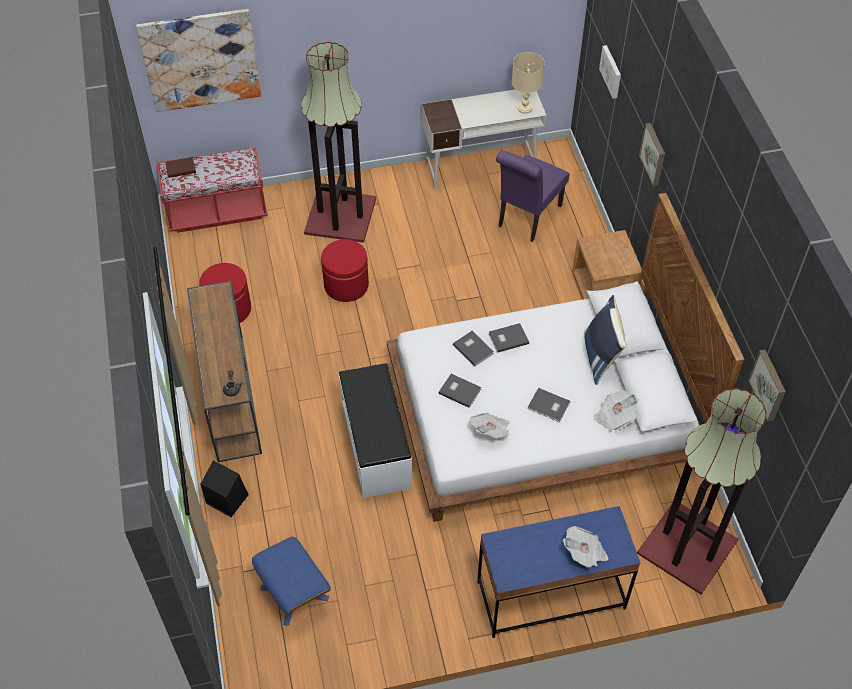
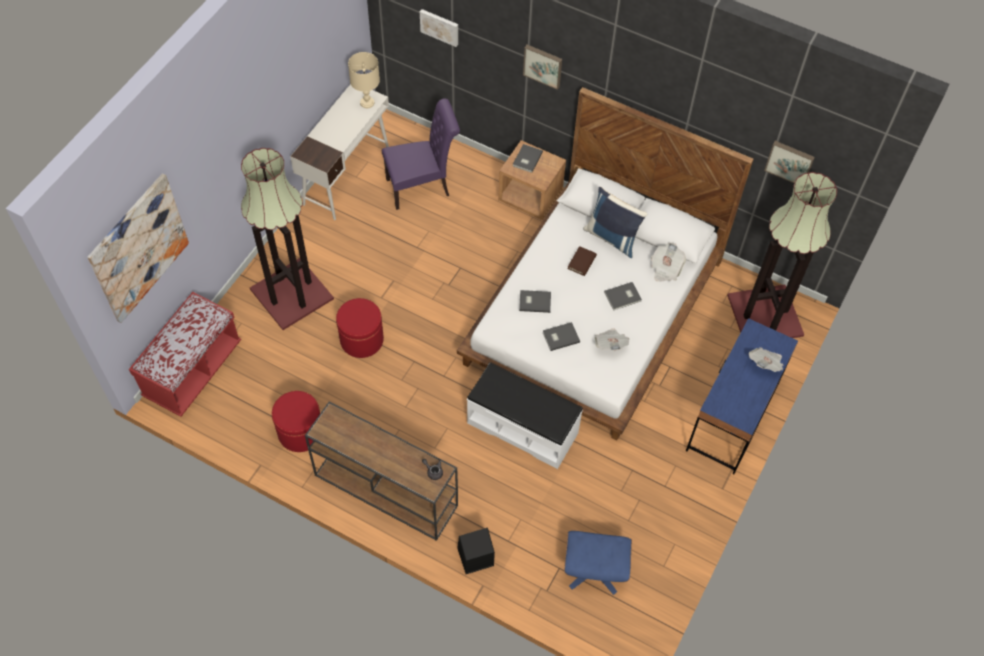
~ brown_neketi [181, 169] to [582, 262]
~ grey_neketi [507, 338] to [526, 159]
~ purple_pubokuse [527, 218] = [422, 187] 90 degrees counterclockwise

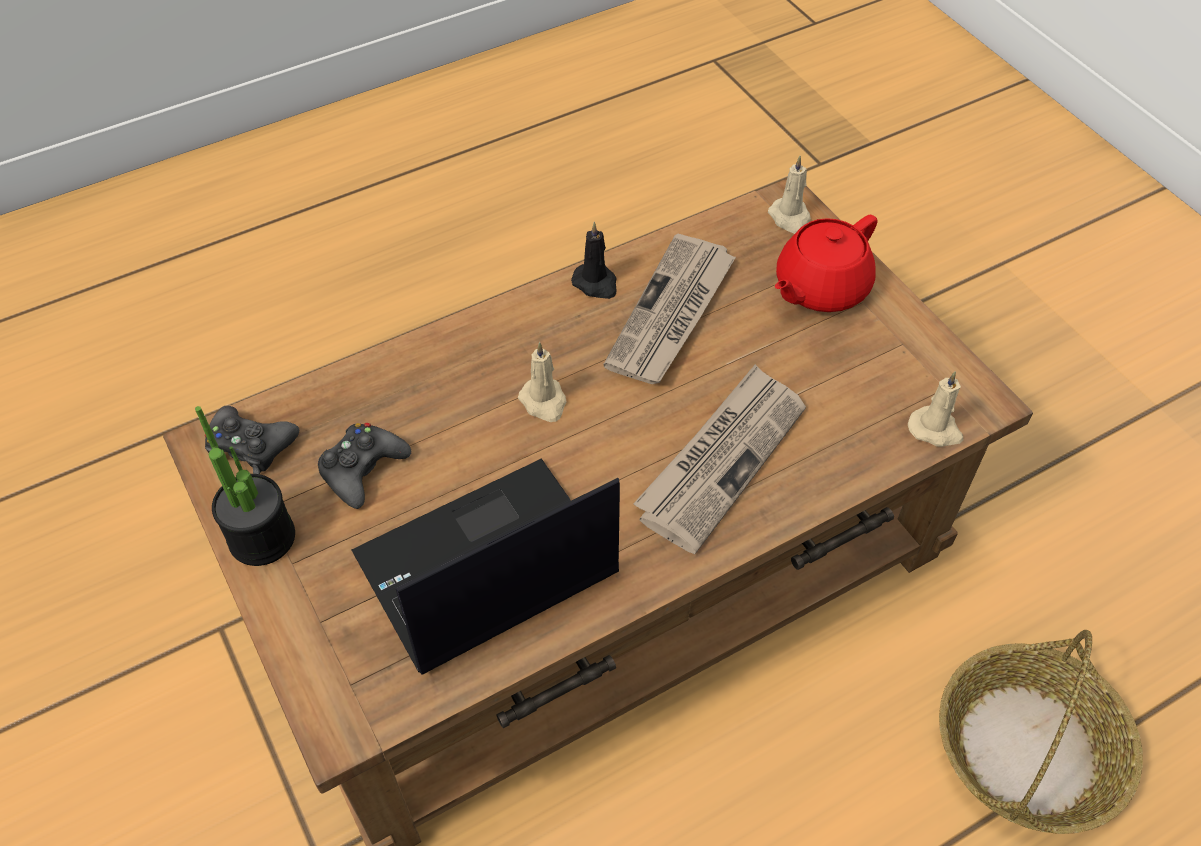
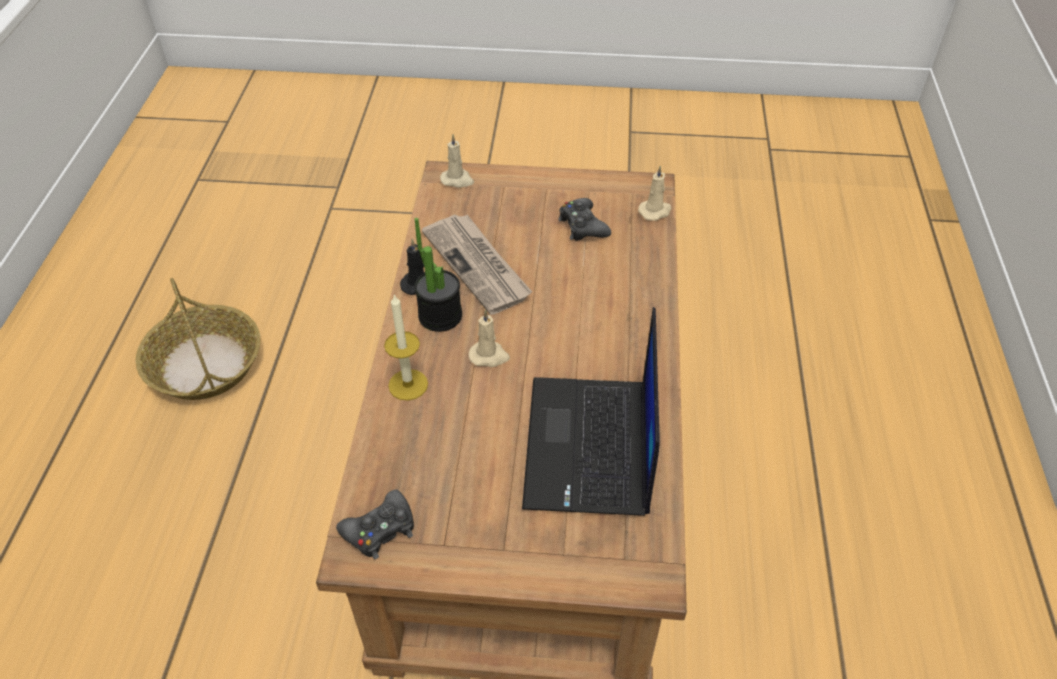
~ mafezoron [262, 538] to [440, 316]
~ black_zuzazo [362, 469] to [582, 226]
- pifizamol [721, 459]
- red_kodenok [820, 288]
~ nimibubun [1028, 750] to [205, 365]
+ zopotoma [408, 384]

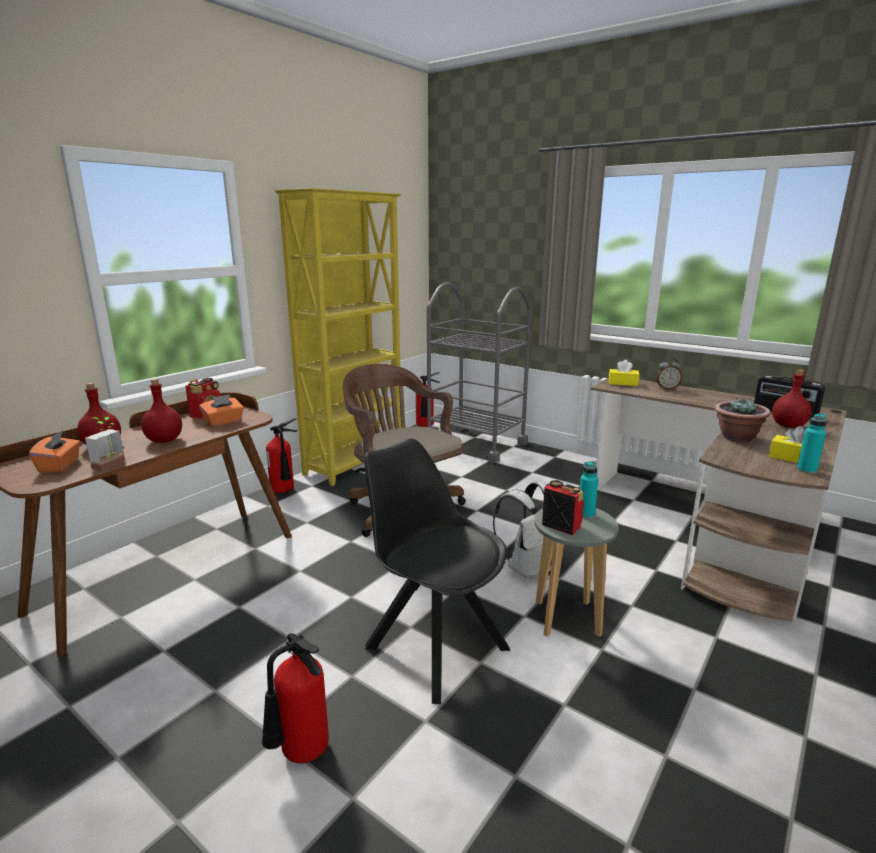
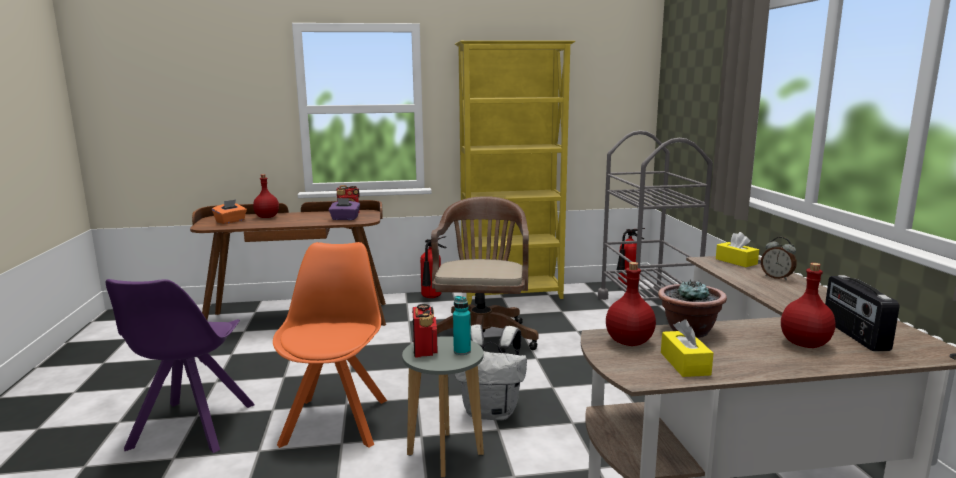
- mafezoron [113, 465]
~ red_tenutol [164, 440] to [628, 342]
~ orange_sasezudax [223, 422] to purple_sasezudax [345, 218]
~ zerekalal [301, 755] to purple_pubokuse [191, 428]
~ black_pubokuse [434, 646] to orange_pubokuse [337, 420]
- turquoise_tenutol [806, 470]

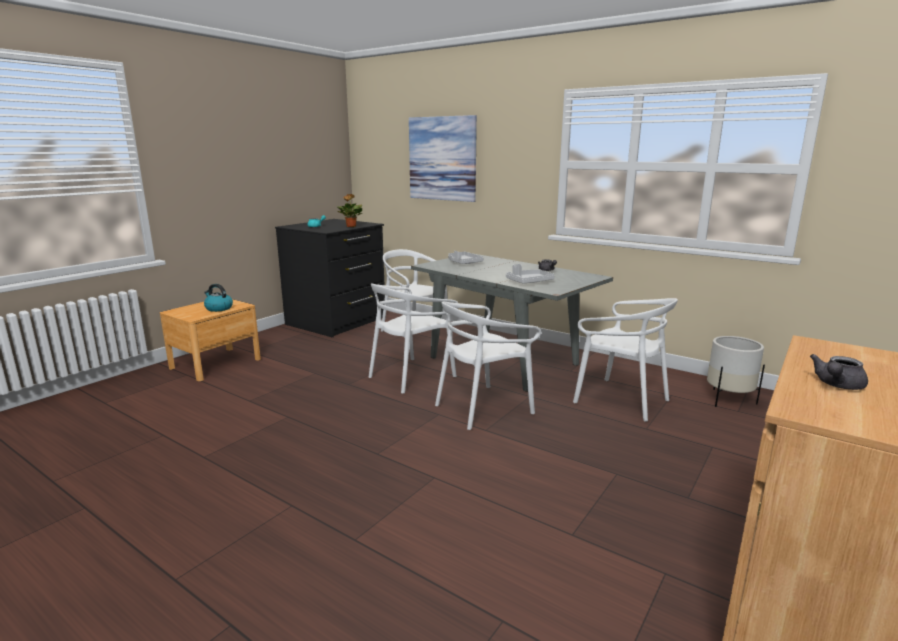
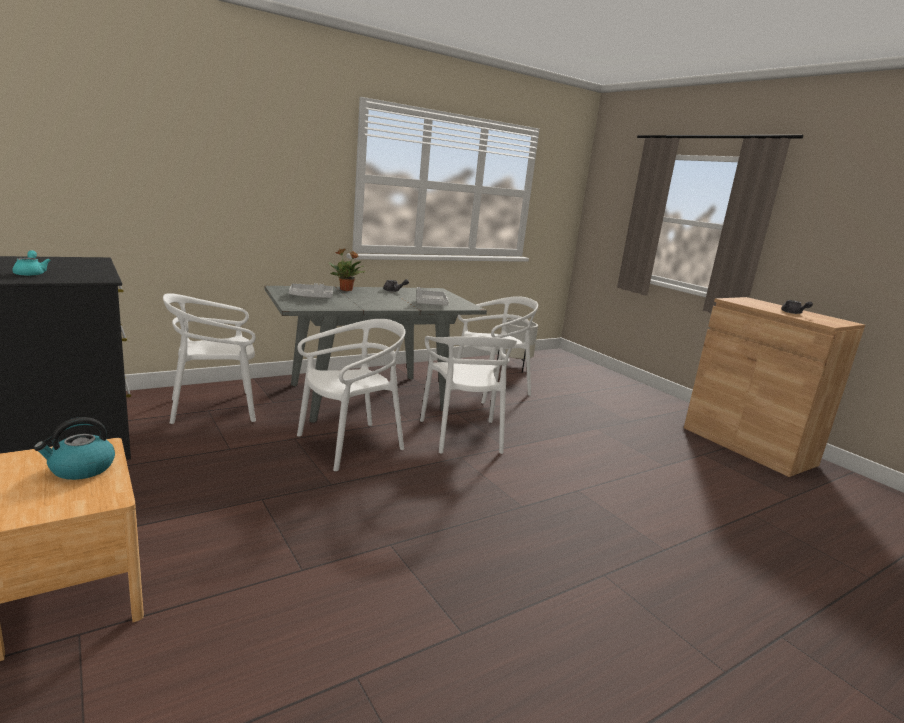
~ mafezoron [351, 226] to [346, 290]
~ white_pubokuse [411, 375] = [350, 445] 105 degrees counterclockwise
- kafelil [442, 159]

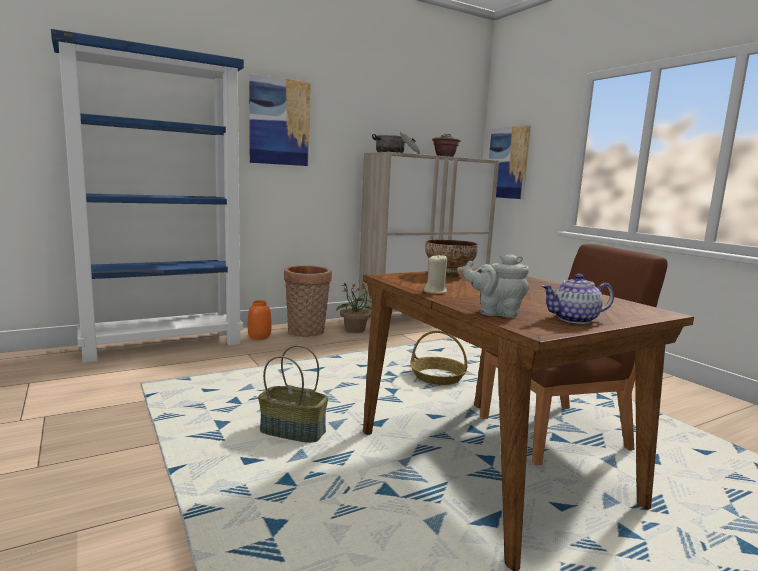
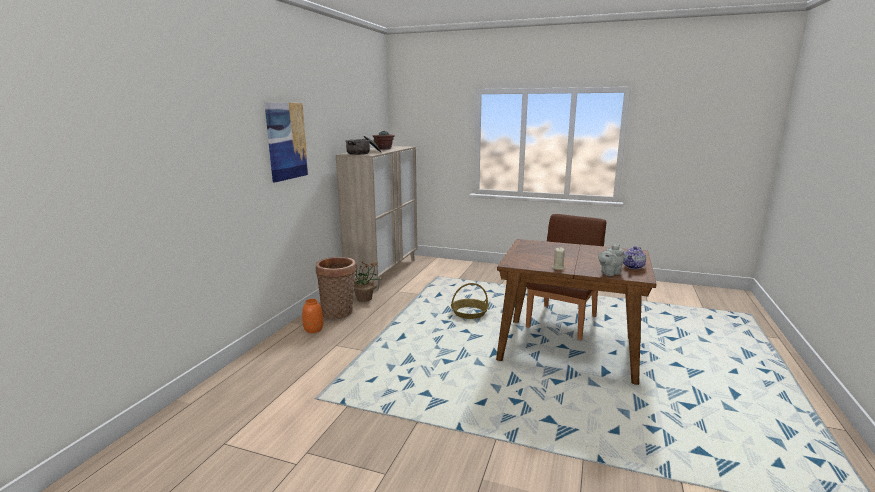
- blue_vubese [165, 345]
- nimibubun [293, 431]
- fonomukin [449, 274]
- kafelil [508, 163]

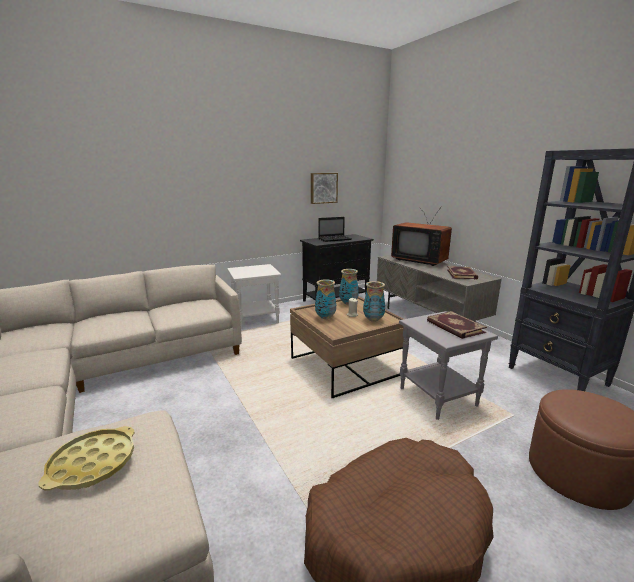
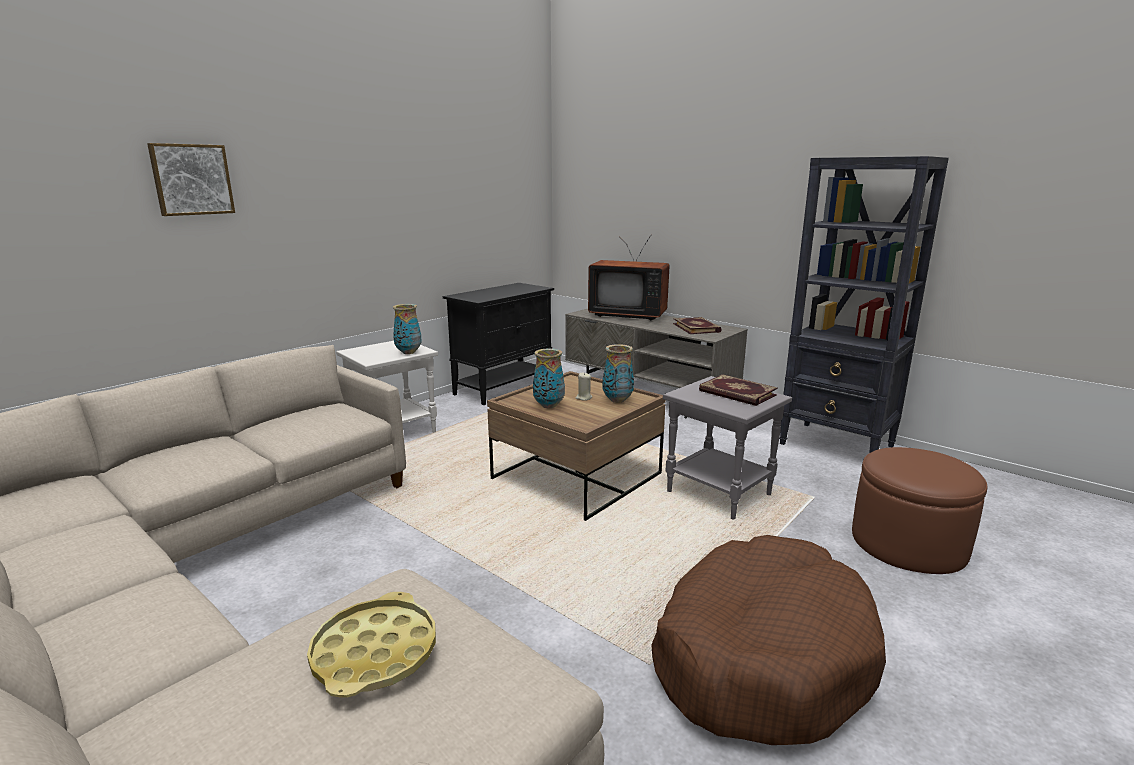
~ kafelil [323, 188] to [191, 179]
- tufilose [335, 239]
~ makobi [348, 303] to [408, 352]

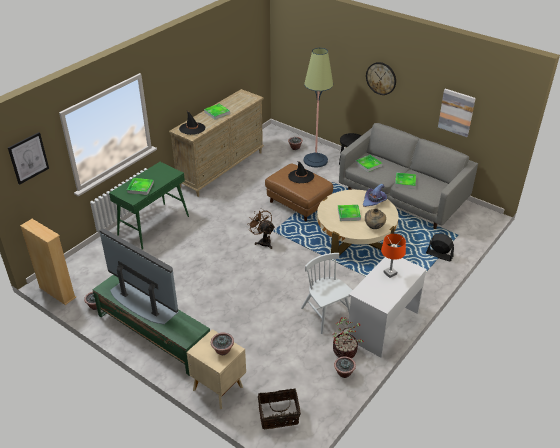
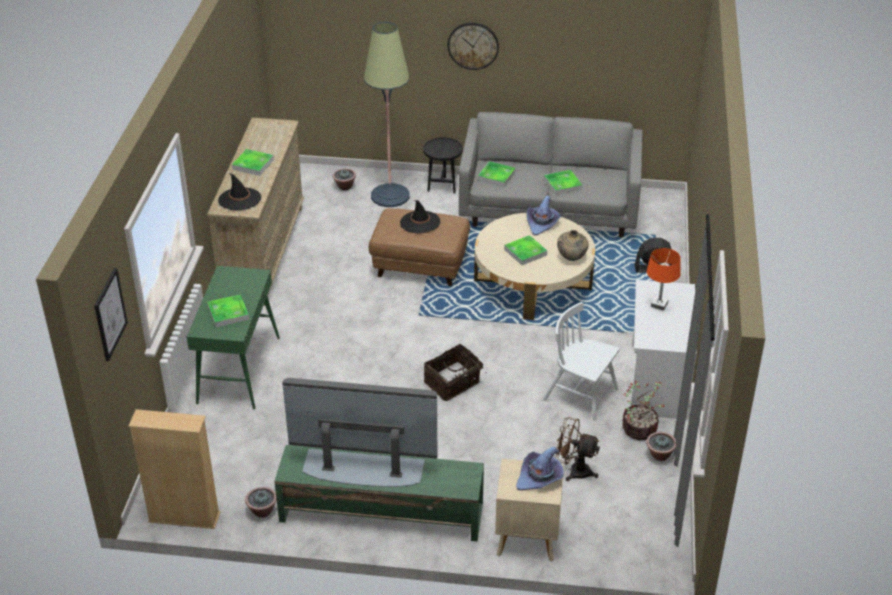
~ mafezoron [223, 351] to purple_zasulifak [540, 477]
~ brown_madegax [263, 241] to [574, 470]
~ nimibubun [279, 416] to [453, 383]
- kafelil [456, 112]

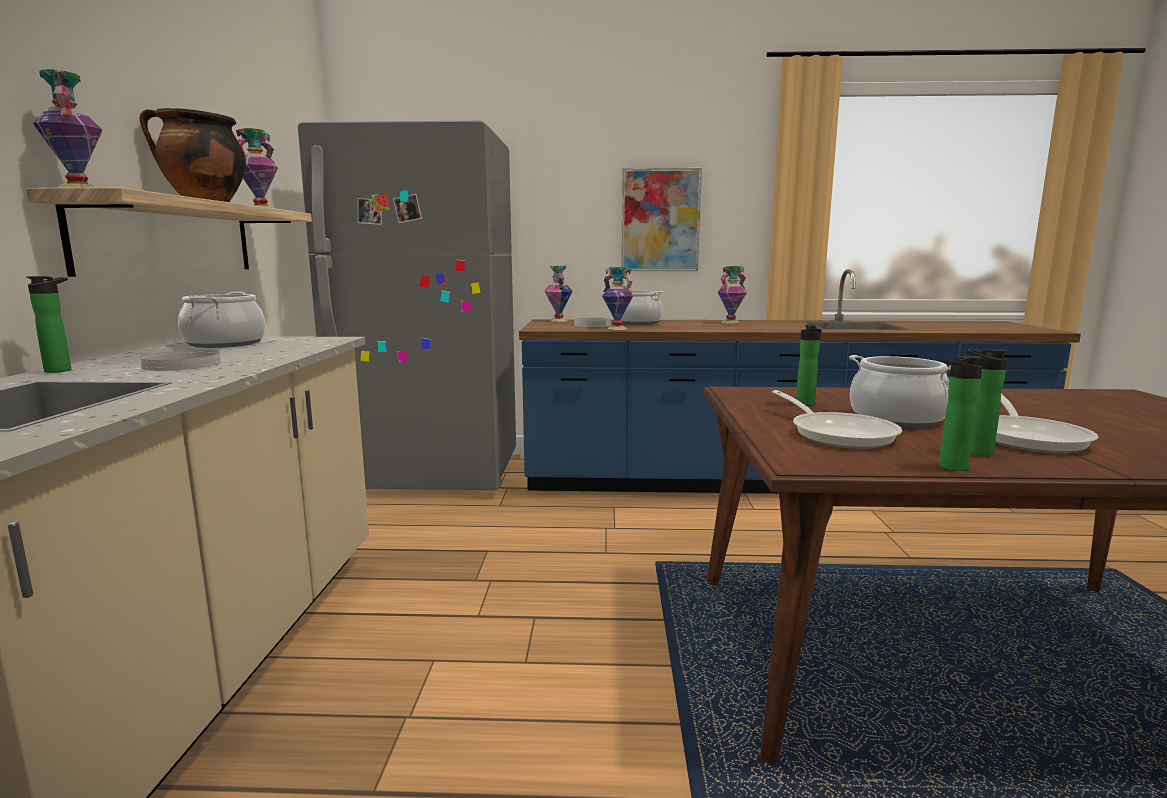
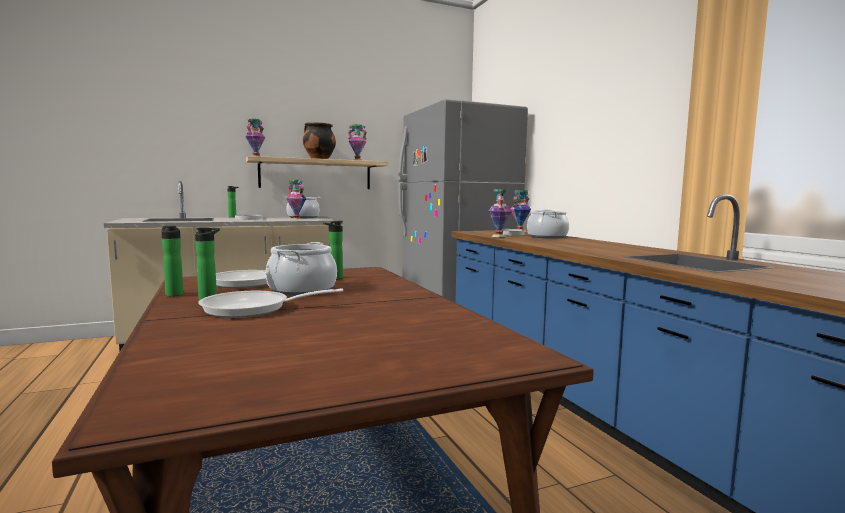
- kafelil [660, 220]
~ makobi [730, 322] to [297, 220]

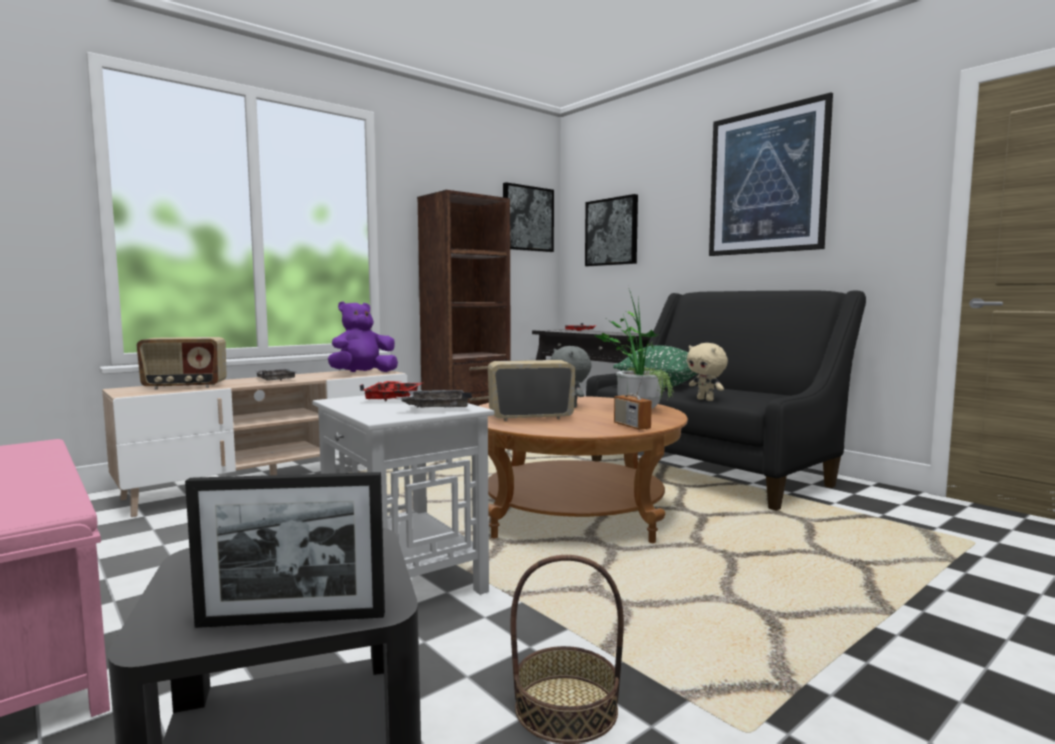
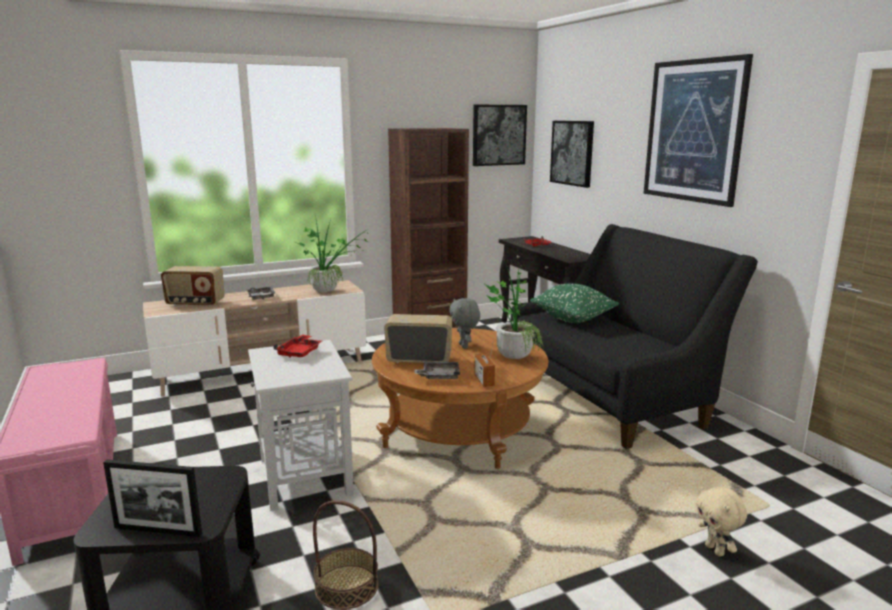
~ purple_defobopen [362, 373] to mafezoron [330, 290]
~ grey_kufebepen [436, 408] to [439, 376]
~ beige_defobopen [706, 399] to [715, 550]

